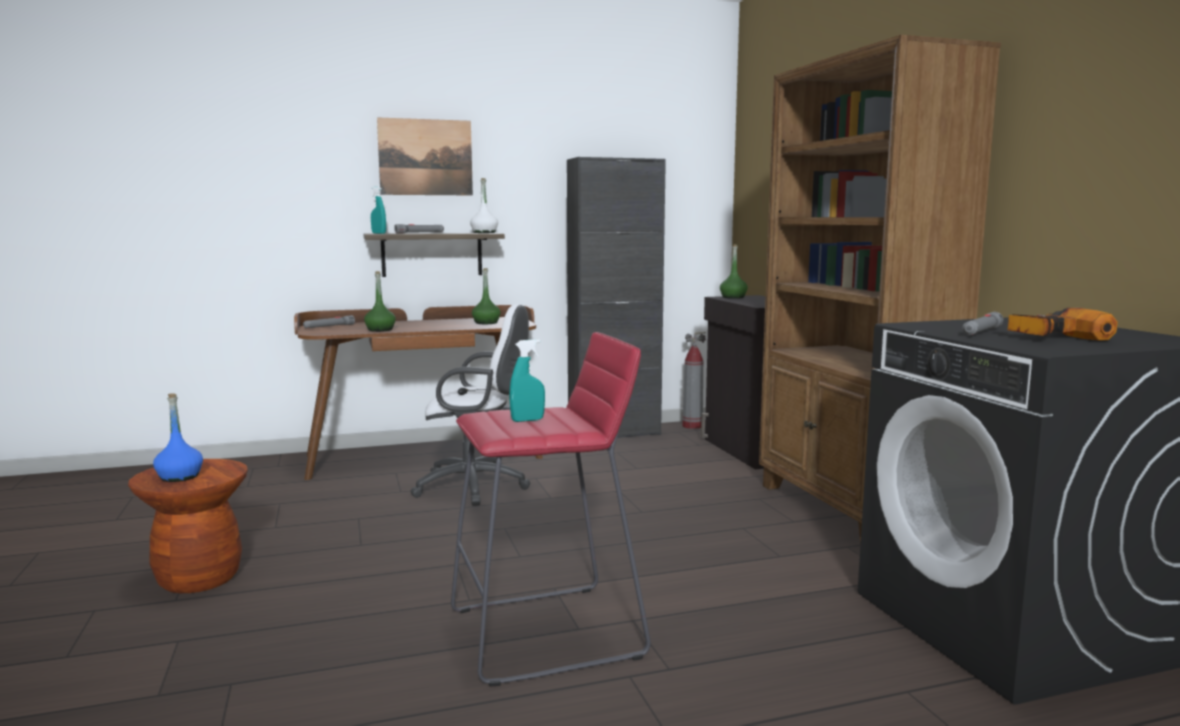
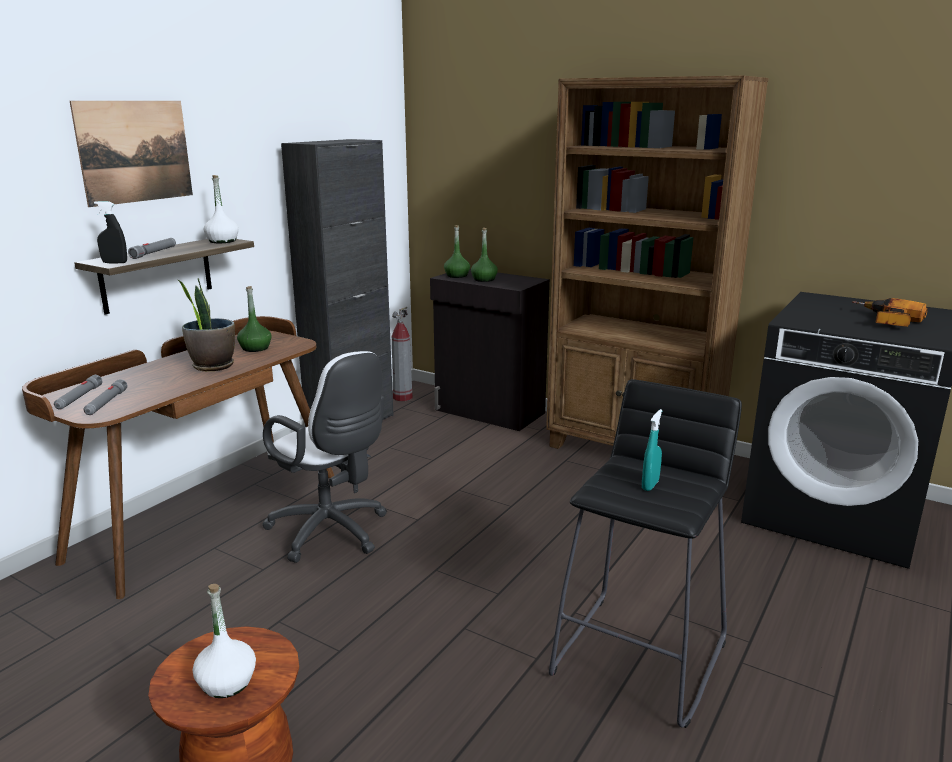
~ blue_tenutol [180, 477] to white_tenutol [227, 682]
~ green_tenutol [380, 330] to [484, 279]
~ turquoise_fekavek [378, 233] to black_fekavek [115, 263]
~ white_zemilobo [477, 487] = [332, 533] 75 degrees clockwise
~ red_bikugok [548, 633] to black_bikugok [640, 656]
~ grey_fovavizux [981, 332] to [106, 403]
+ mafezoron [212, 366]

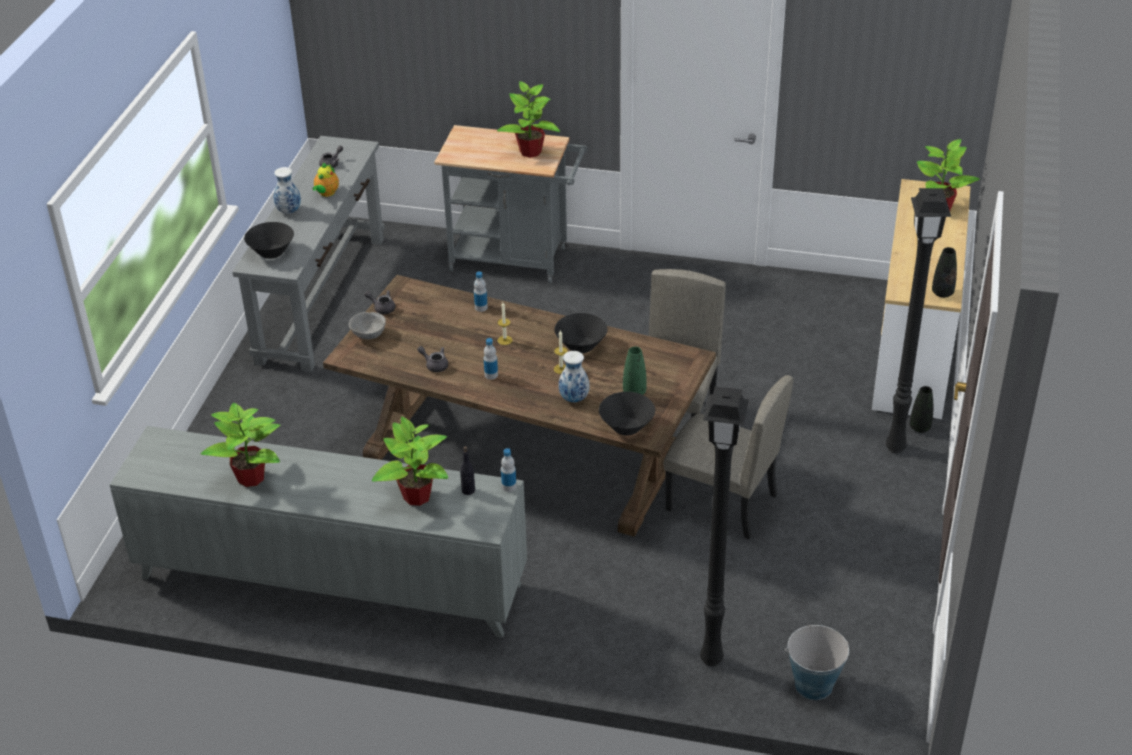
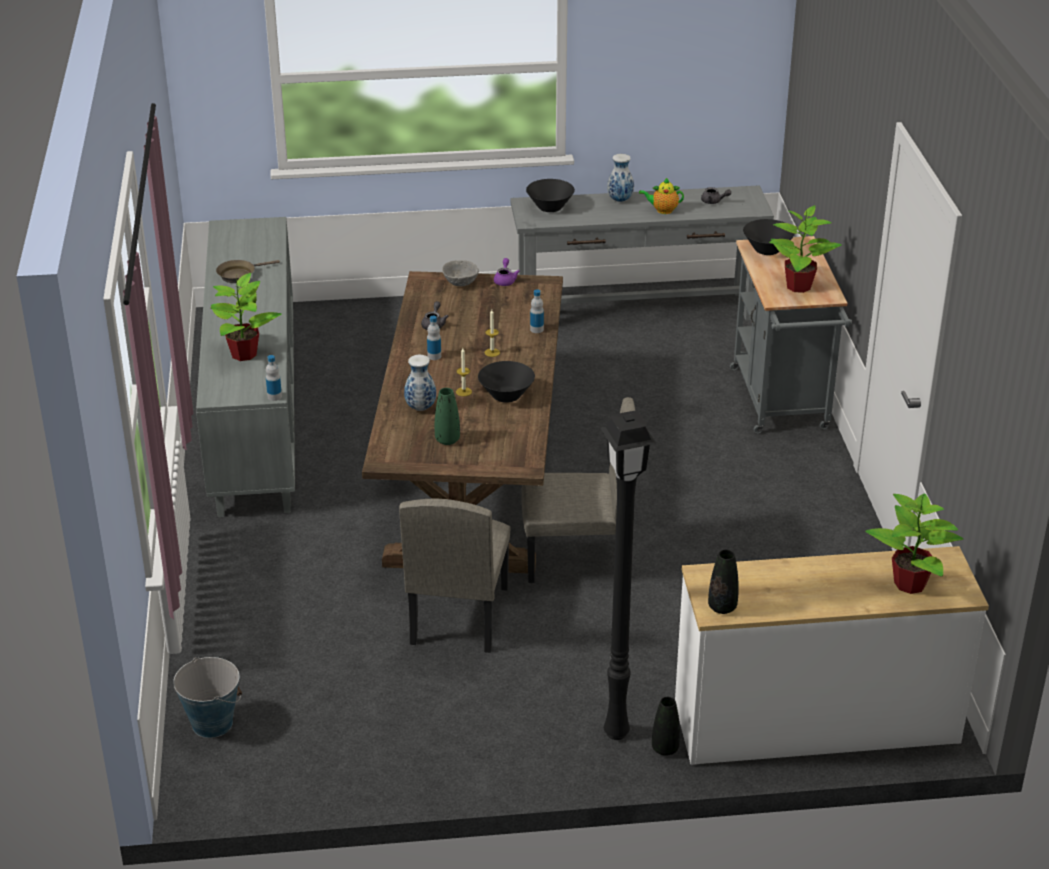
~ mafezoron [252, 477] to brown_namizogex [239, 275]
~ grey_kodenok [382, 308] to purple_kodenok [505, 280]
- black_tenutol [468, 490]
~ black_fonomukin [626, 427] to [767, 250]
- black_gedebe [710, 658]

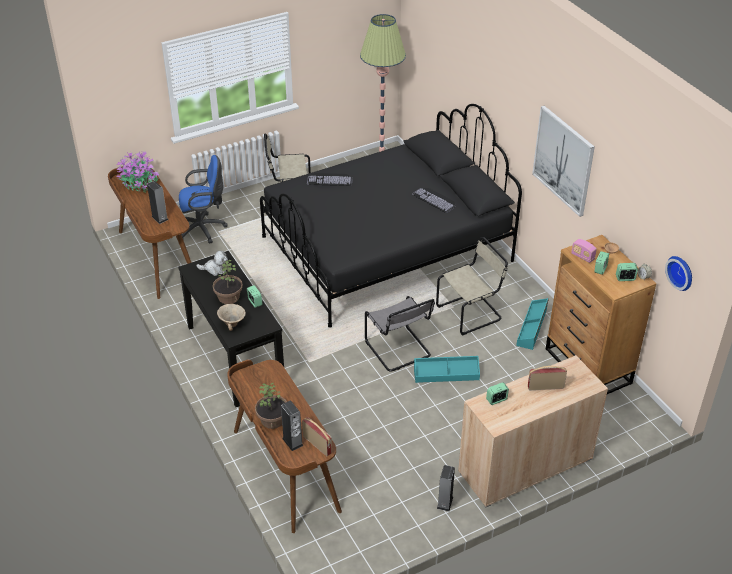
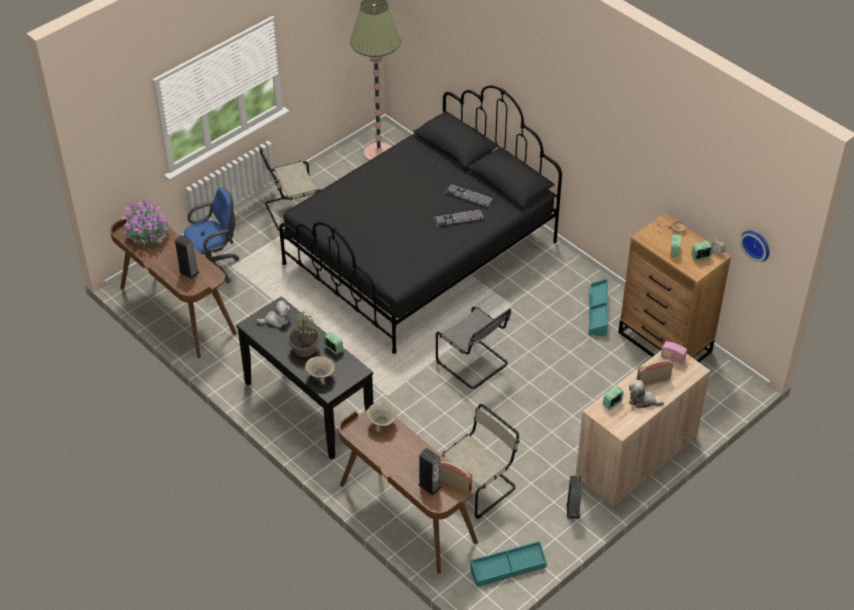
- mafezoron [273, 420]
~ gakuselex [330, 179] to [459, 216]
~ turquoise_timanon [446, 374] to [507, 568]
~ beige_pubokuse [471, 312] to [479, 486]
- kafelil [563, 160]
~ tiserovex [582, 257] to [672, 358]
+ beige_fonomukin [382, 424]
+ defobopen [642, 401]

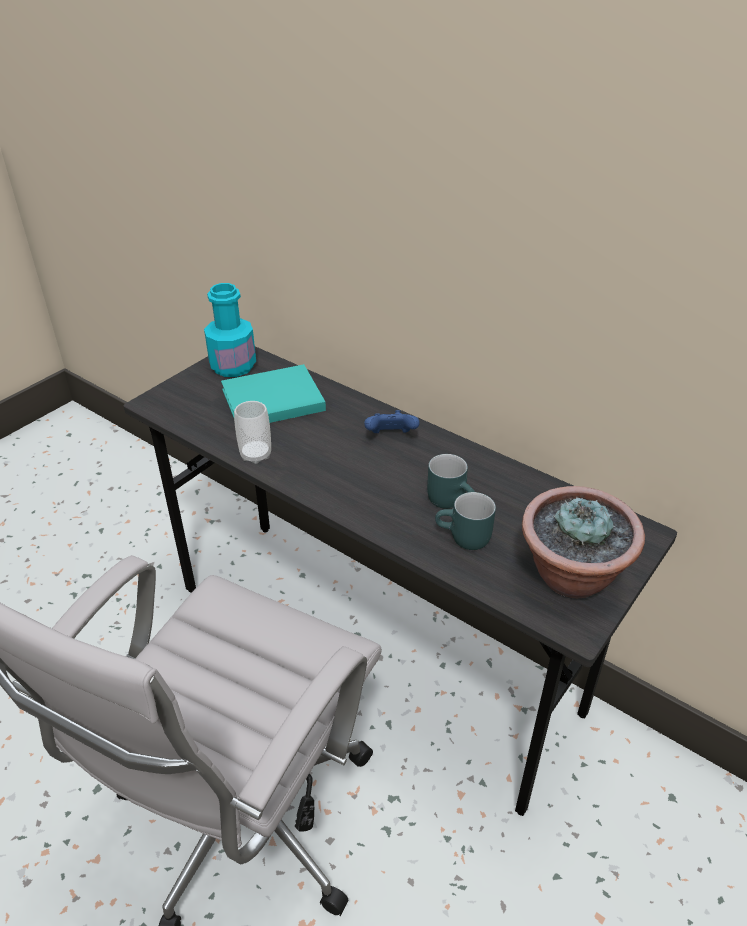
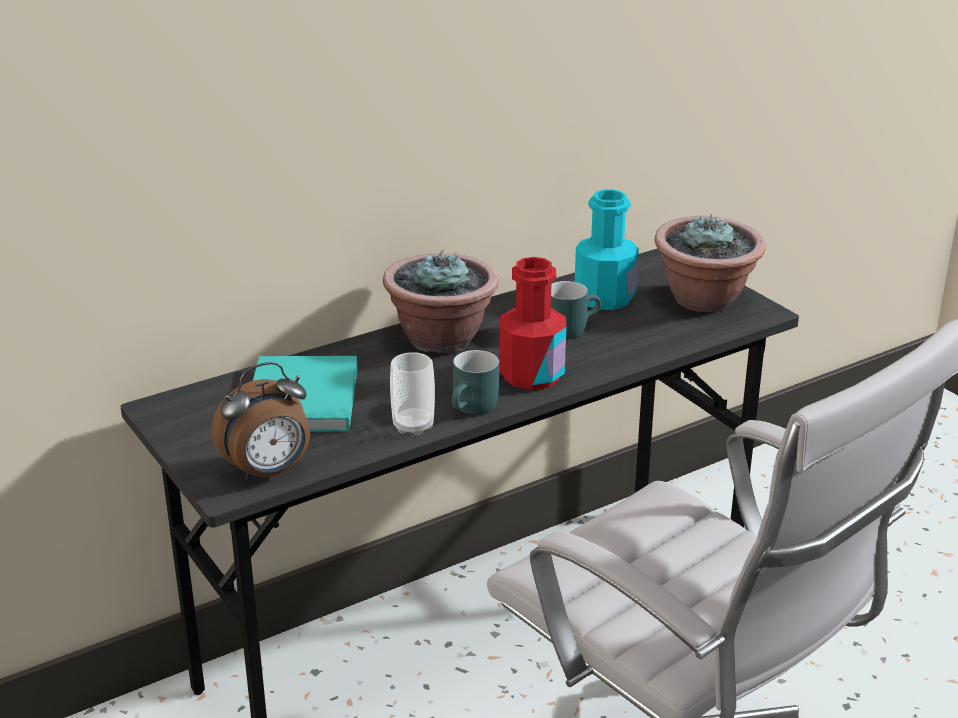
~ turquoise_tenutol [233, 366] to [604, 298]
~ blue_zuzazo [391, 437] to mafezoron [441, 339]
~ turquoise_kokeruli [464, 539] to [475, 409]
+ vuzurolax [268, 472]
+ red_tenutol [531, 375]

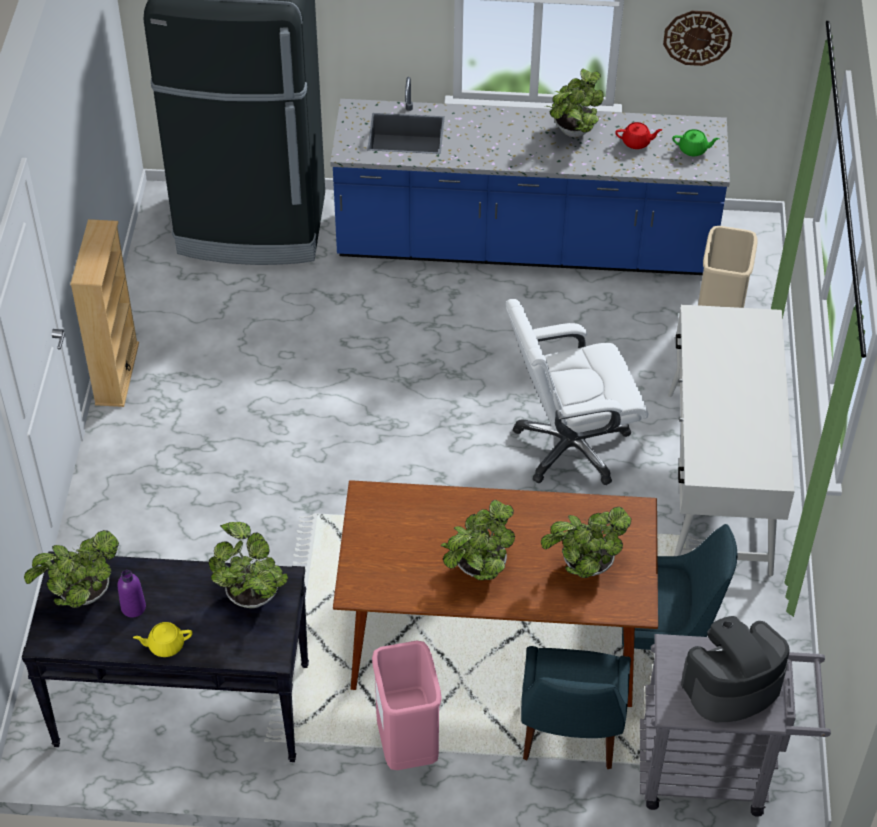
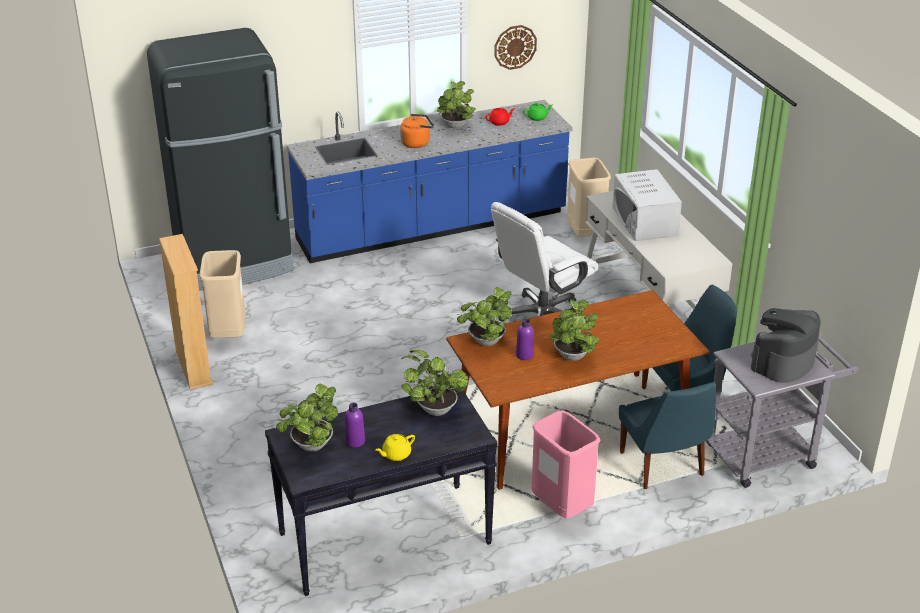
~ mafezoron [584, 567] to [484, 342]
+ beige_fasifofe [228, 334]
+ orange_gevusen [417, 143]
+ purple_tenutol [524, 355]
+ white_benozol [644, 221]

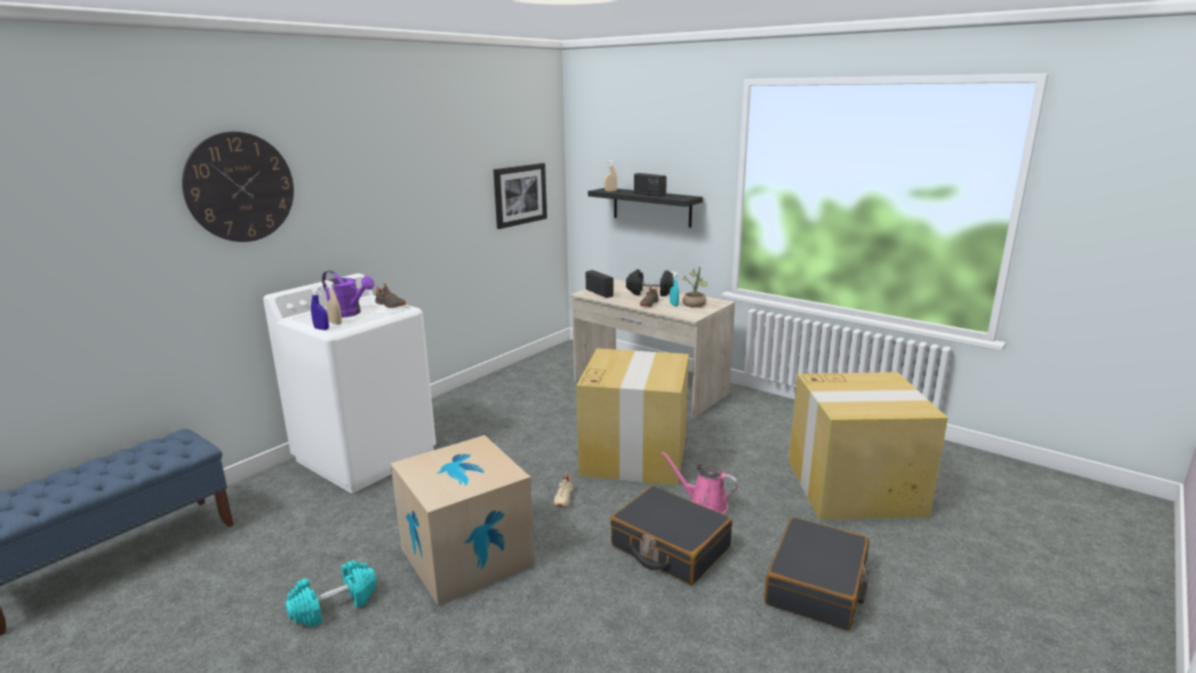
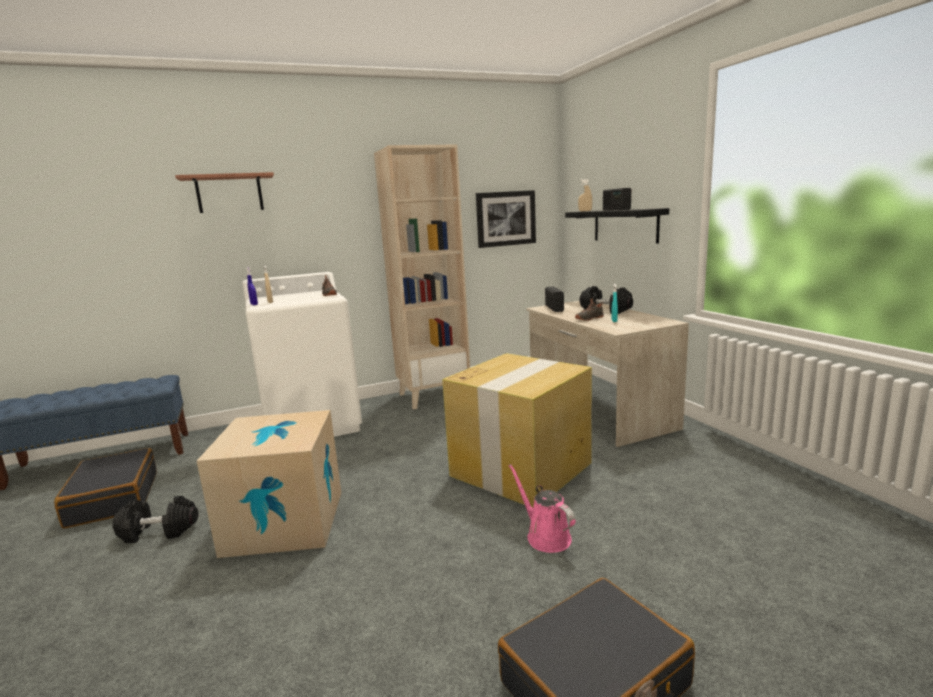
~ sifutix [240, 187] to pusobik [229, 193]
~ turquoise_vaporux [334, 605] to black_vaporux [159, 531]
- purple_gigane [349, 313]
- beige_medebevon [563, 498]
~ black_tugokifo [669, 547] to [113, 499]
- mafezoron [695, 305]
- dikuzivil [855, 488]
+ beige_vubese [434, 396]

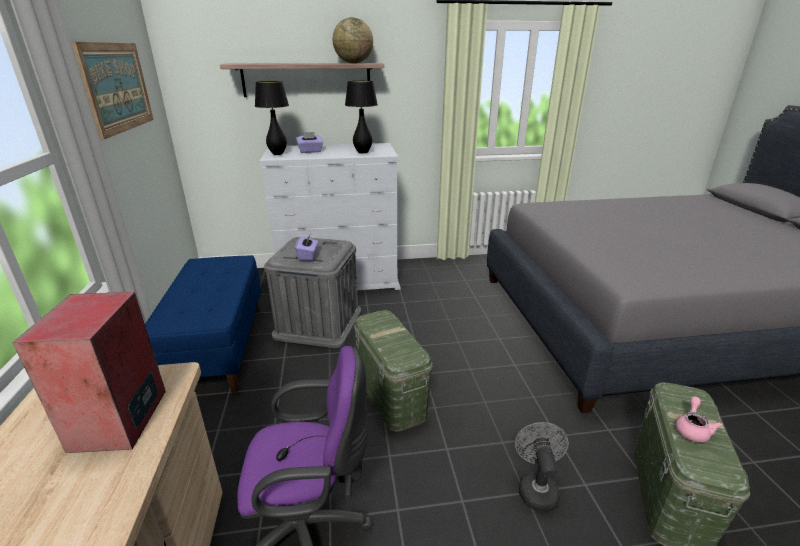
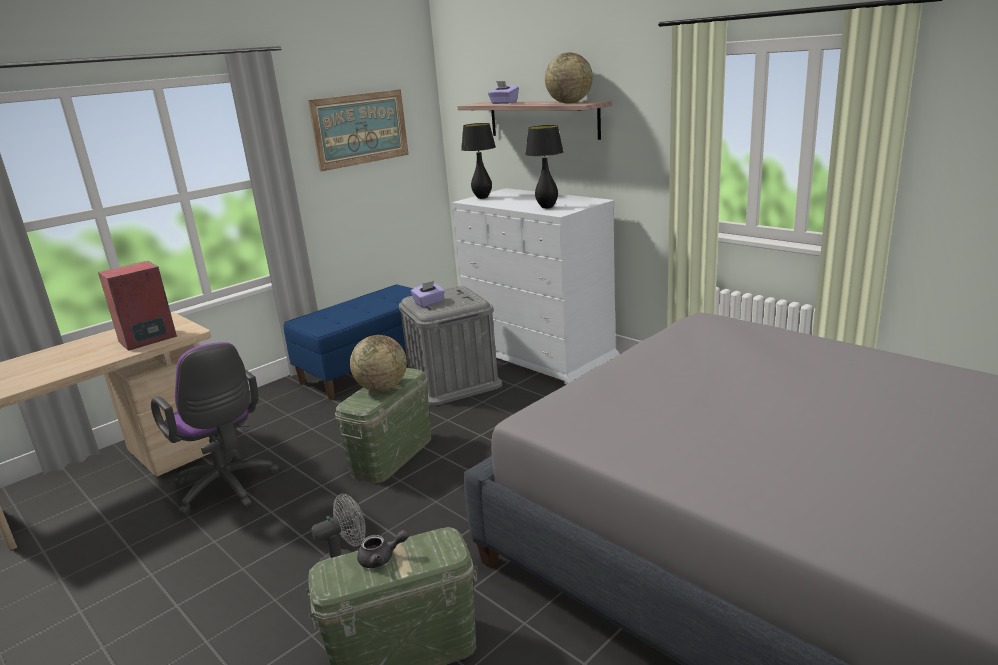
~ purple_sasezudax [310, 151] to [504, 103]
~ pink_kodenok [692, 429] to grey_kodenok [381, 558]
+ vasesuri [382, 388]

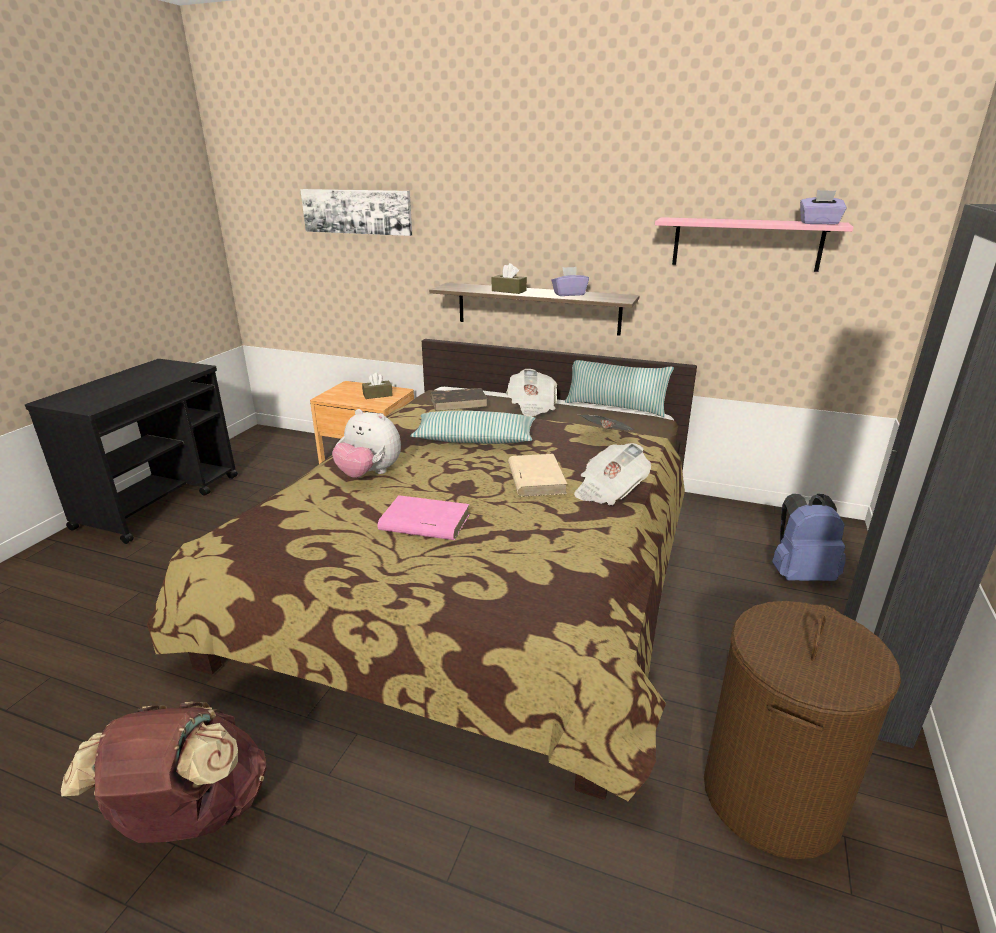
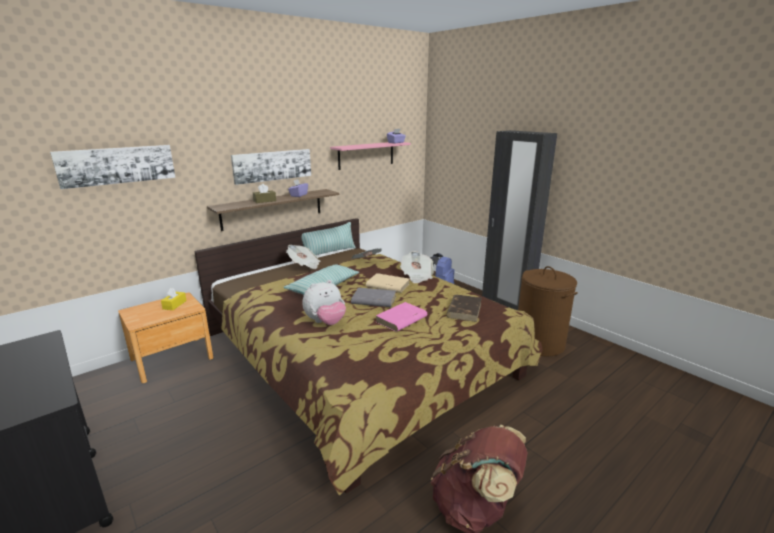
~ brown_sasezudax [377, 395] to yellow_sasezudax [174, 305]
~ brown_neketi [459, 402] to [464, 310]
+ kafelil [272, 165]
+ grey_neketi [373, 300]

